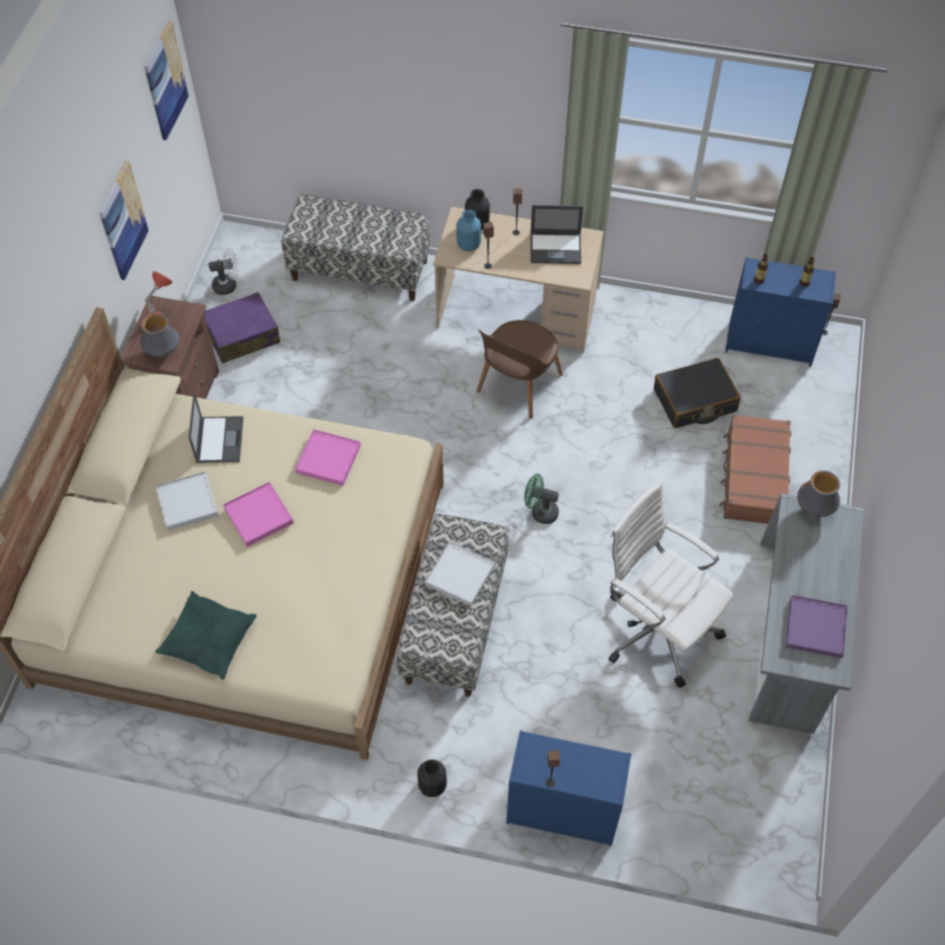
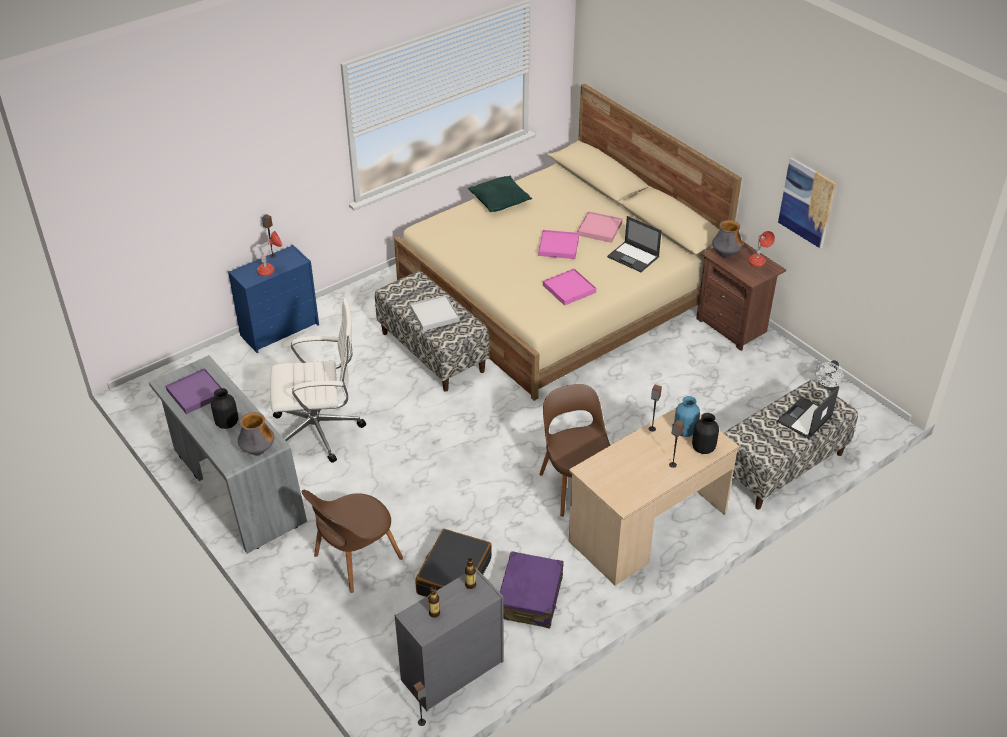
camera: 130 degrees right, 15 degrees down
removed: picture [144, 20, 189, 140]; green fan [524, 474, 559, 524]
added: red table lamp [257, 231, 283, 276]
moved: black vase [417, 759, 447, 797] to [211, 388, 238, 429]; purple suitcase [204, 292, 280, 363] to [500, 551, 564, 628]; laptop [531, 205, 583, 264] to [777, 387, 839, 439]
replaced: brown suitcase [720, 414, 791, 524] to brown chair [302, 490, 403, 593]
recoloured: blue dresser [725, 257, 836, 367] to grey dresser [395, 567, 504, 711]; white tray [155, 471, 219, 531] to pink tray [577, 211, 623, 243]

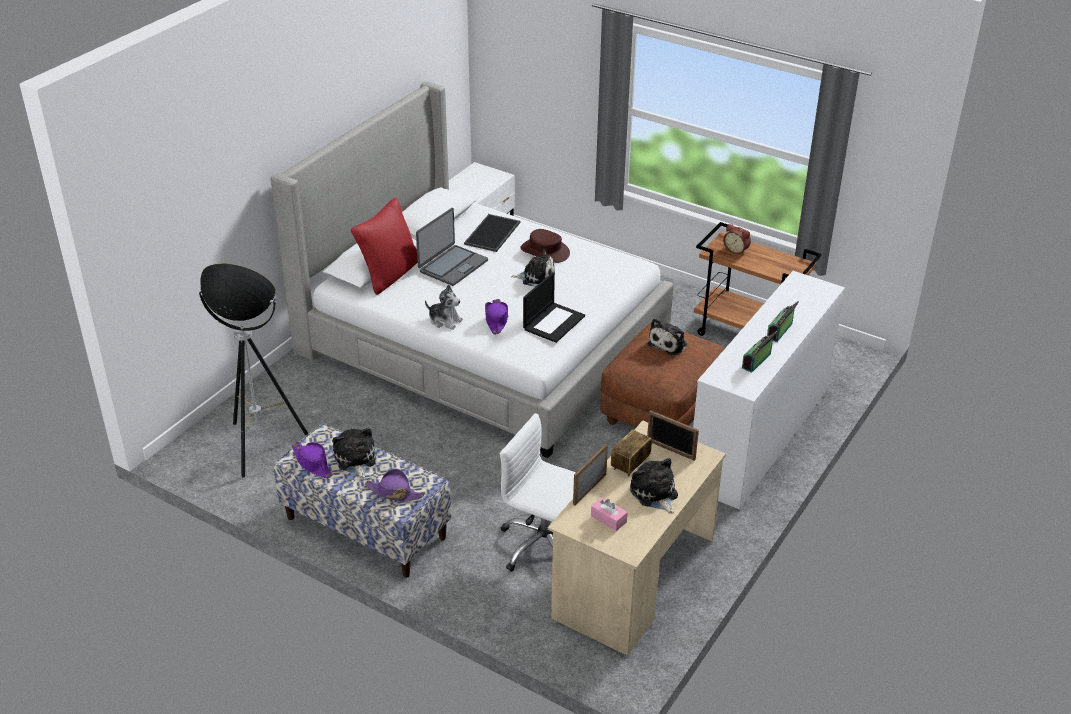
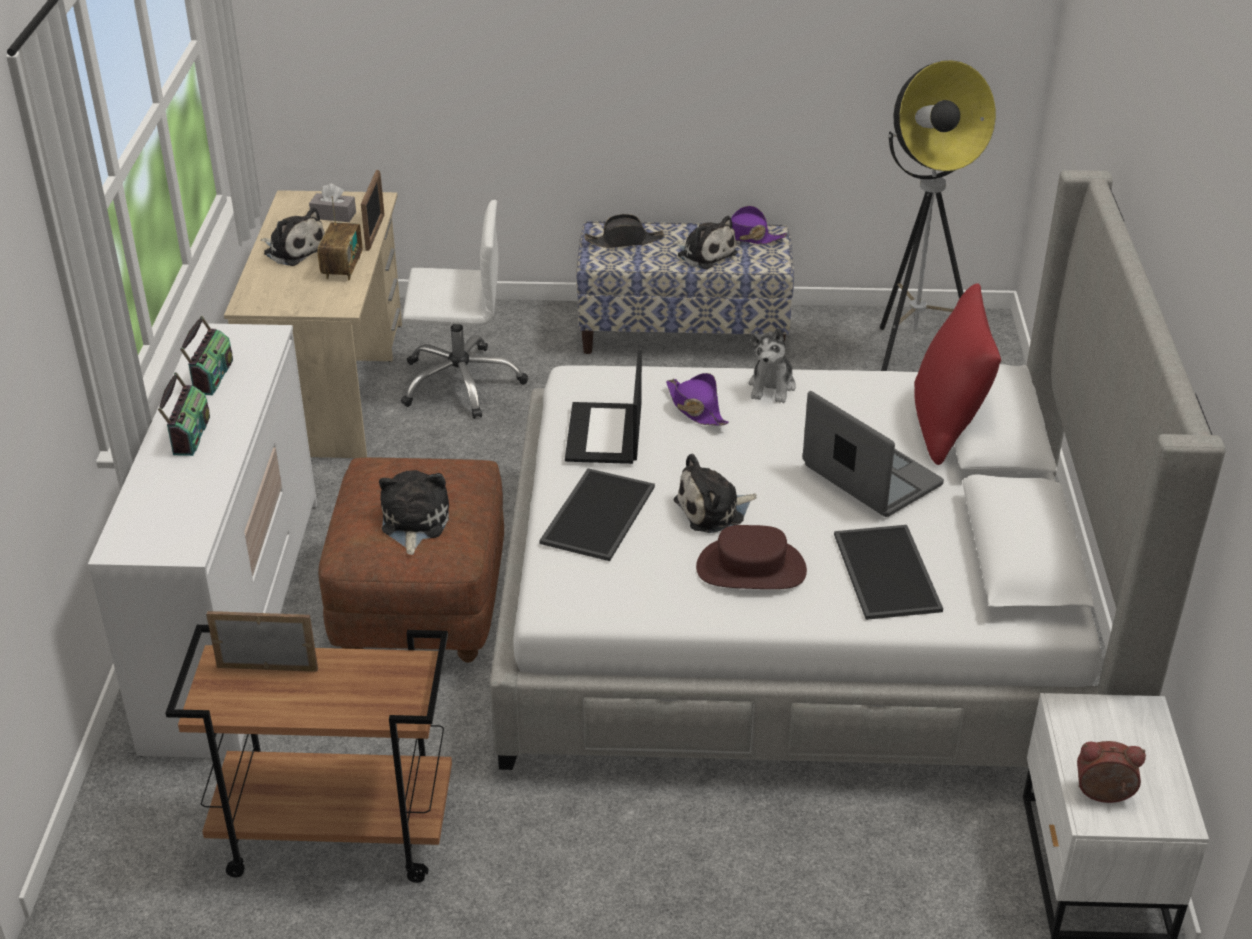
camera: 150 degrees right, 0 degrees up
added: tray [539, 468, 655, 561]
moved: picture frame [647, 410, 699, 461] to [206, 611, 318, 672]; alarm clock [723, 224, 751, 255] to [1077, 741, 1146, 803]
recoloured: pink tissue box [591, 497, 628, 531] to grey tissue box [309, 183, 356, 222]; purple hat [364, 469, 425, 502] to black hat [584, 214, 664, 248]
turned: plush toy [425, 284, 463, 330] = [749, 328, 796, 403] 75 degrees counterclockwise; laptop [416, 208, 488, 286] = [803, 391, 944, 517] 135 degrees clockwise

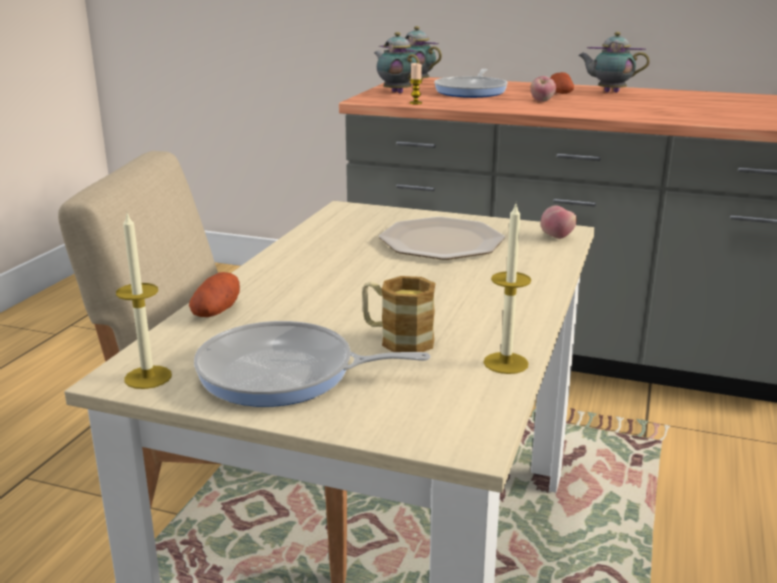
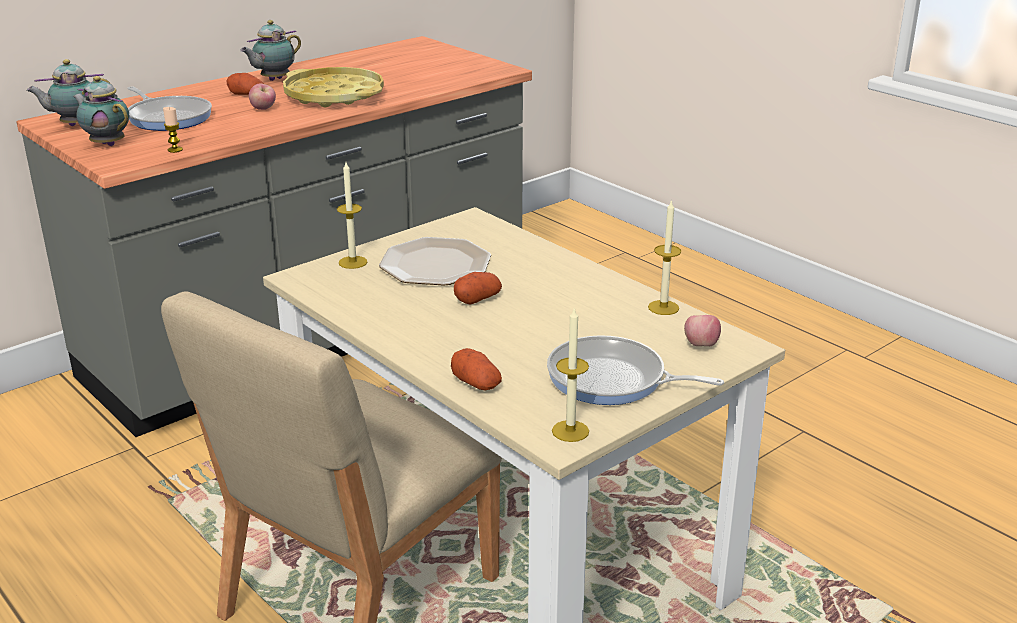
camera: 60 degrees left, 5 degrees up
removed: mug [362, 276, 436, 352]
added: yellow tray [283, 67, 384, 108]; candle [337, 162, 367, 269]; potato [454, 272, 502, 305]
moved: apple [541, 206, 577, 239] to [684, 315, 721, 346]
turned: teapot [374, 32, 420, 93] = [73, 76, 129, 146] 45 degrees clockwise; frying pan [194, 321, 431, 407] = [547, 335, 724, 405] 75 degrees clockwise

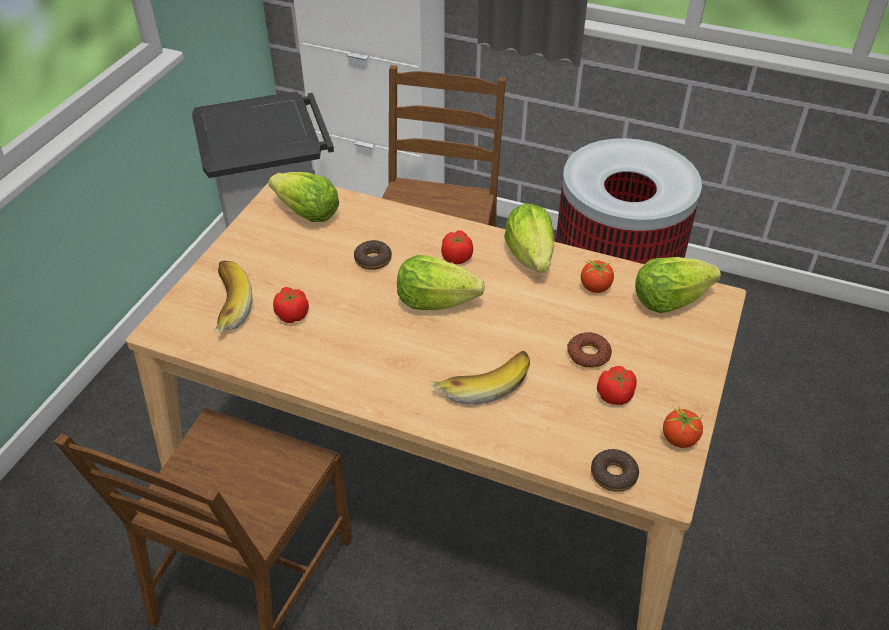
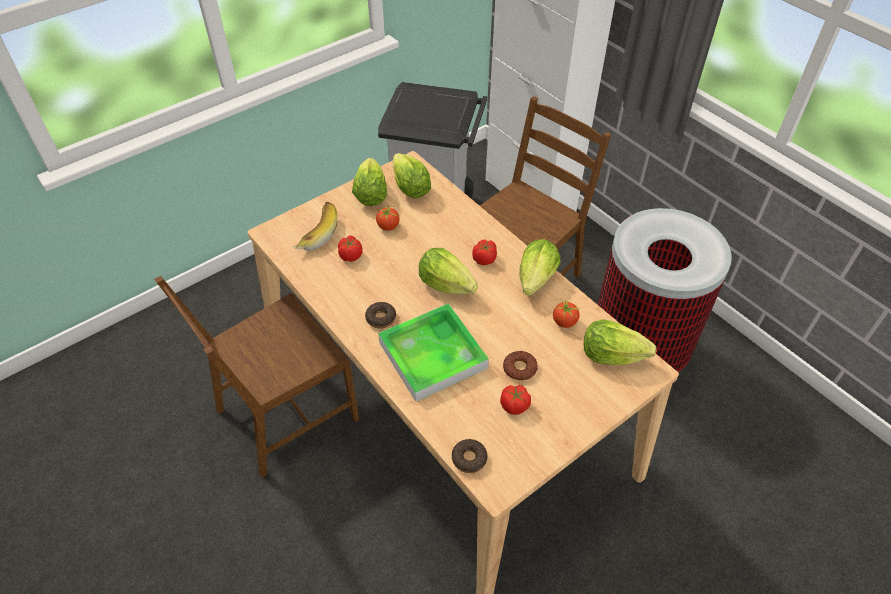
camera: 30 degrees right, 5 degrees up
added: lettuce [352, 158, 387, 206]
moved: donut [354, 240, 392, 270] to [365, 302, 396, 329]; tomato [663, 405, 703, 448] to [376, 206, 400, 231]
replaced: banana [430, 350, 530, 405] to tray [378, 303, 489, 402]

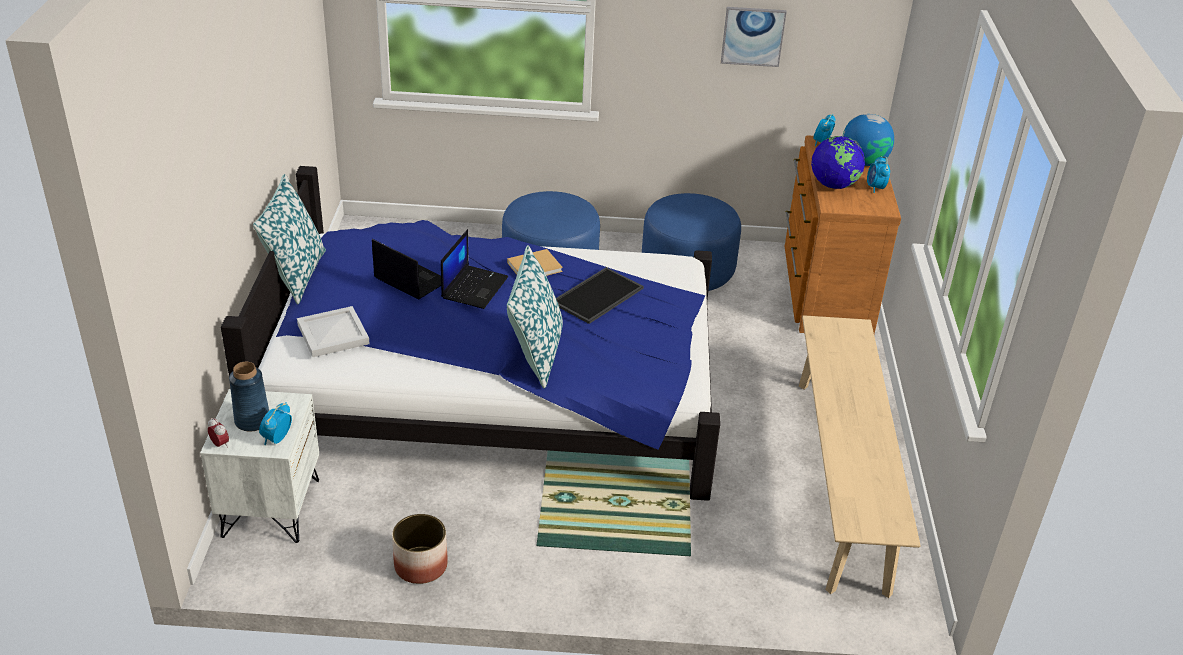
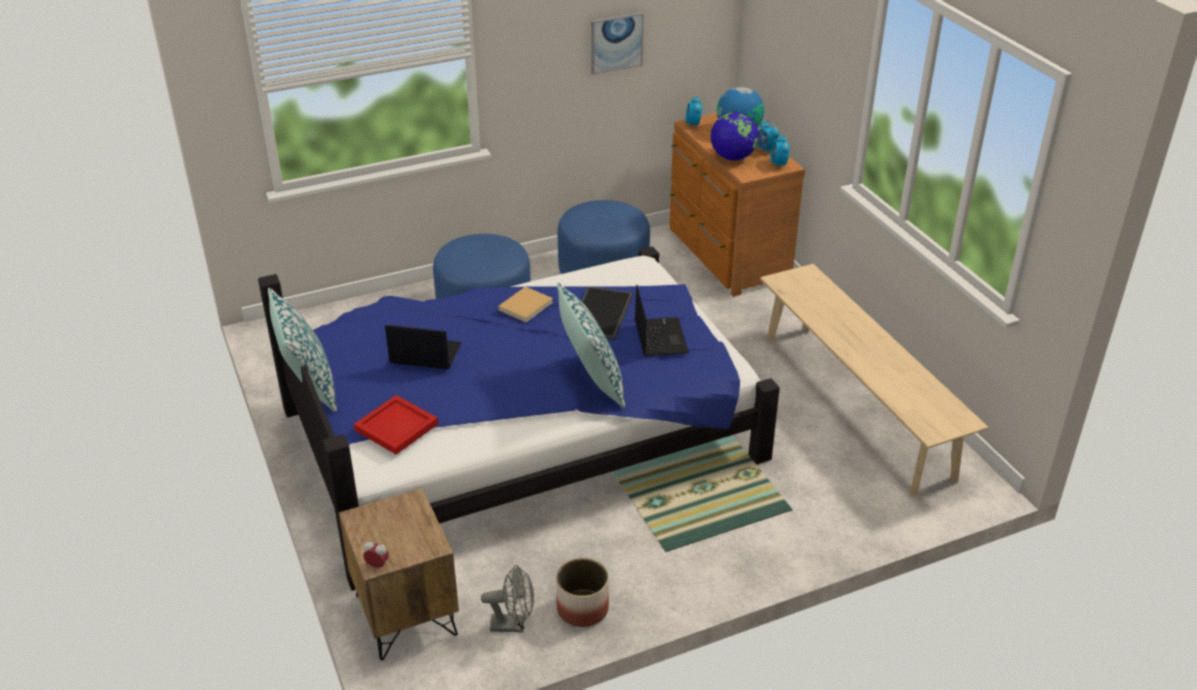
camera: 25 degrees left, 0 degrees up
removed: blue vase [229, 362, 269, 432]
added: grey fan [481, 565, 534, 632]
moved: laptop [441, 229, 508, 309] to [635, 285, 689, 356]; alarm clock [259, 402, 292, 445] to [770, 135, 790, 169]
recoloured: white nightstand [200, 389, 319, 543] to brown nightstand [339, 488, 459, 660]; white tray [297, 306, 370, 357] to red tray [354, 395, 438, 455]

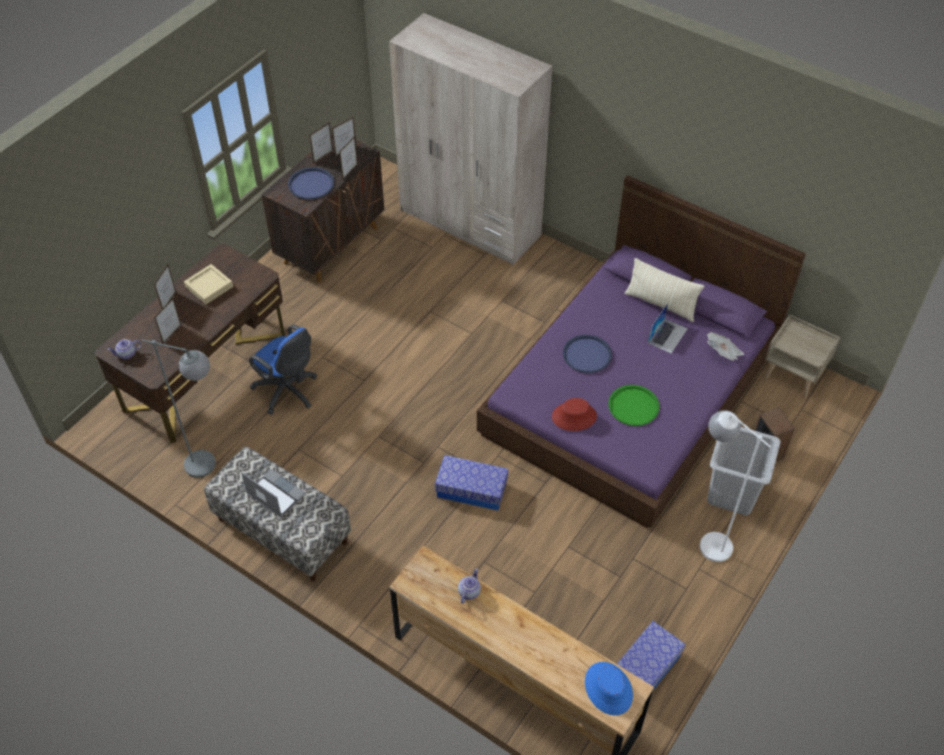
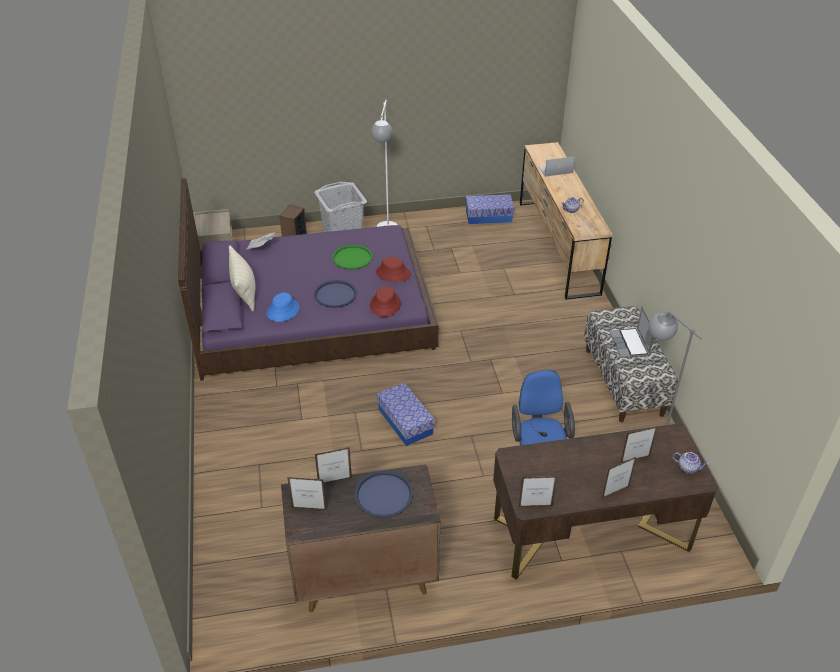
camera: 135 degrees left, 10 degrees down
removed: beige tray [184, 264, 233, 304]; beige wardrobe [389, 13, 553, 265]
added: red hat [370, 286, 401, 317]
moved: blue hat [585, 662, 633, 715] to [267, 293, 300, 322]; storage box [435, 455, 509, 511] to [377, 382, 435, 446]; picture frame [309, 122, 333, 164] to [519, 476, 557, 507]; laptop [648, 303, 688, 353] to [538, 156, 575, 177]

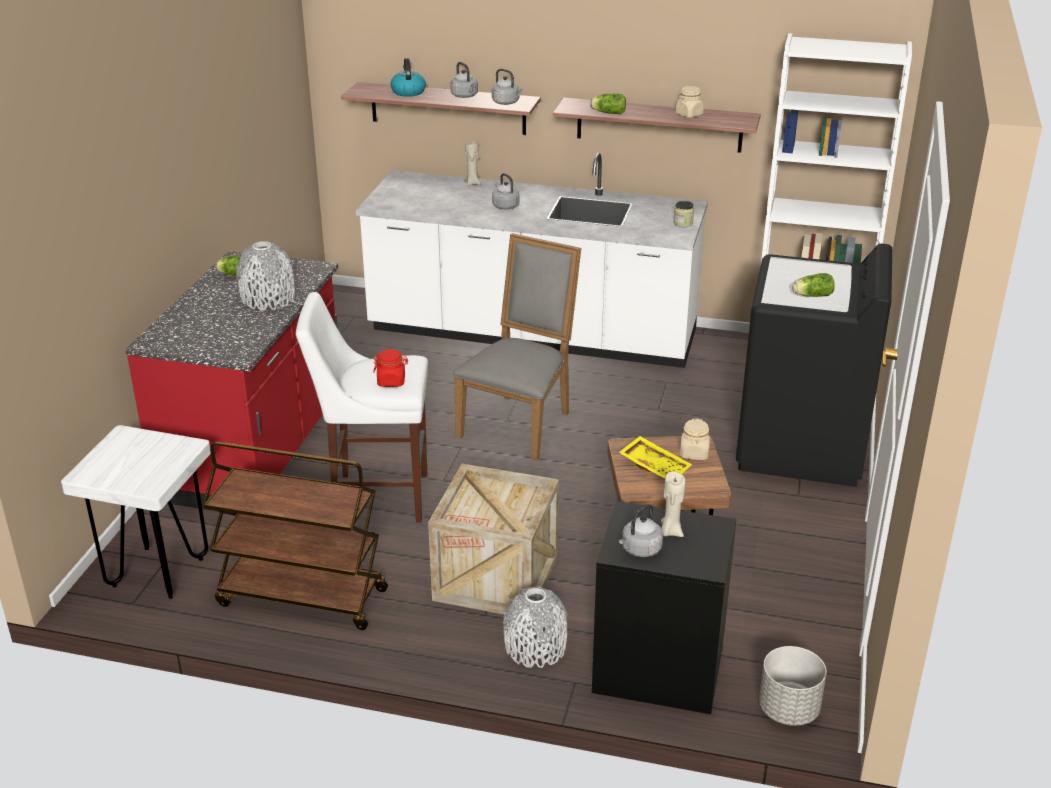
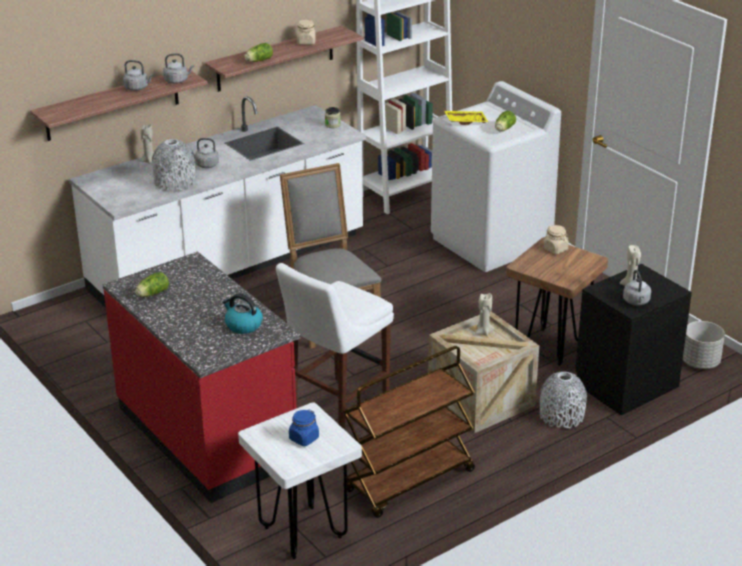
camera: 50 degrees left, 0 degrees up
removed: red jar [373, 349, 408, 387]
added: blue jar [289, 409, 319, 446]; beige candle [475, 293, 494, 336]
moved: grey vase [236, 241, 295, 311] to [152, 139, 195, 191]; kettle [390, 58, 426, 97] to [222, 294, 263, 334]; yellow tray [619, 436, 692, 479] to [444, 111, 488, 125]
recoloured: black washing machine [736, 244, 892, 487] to white washing machine [431, 81, 561, 272]

